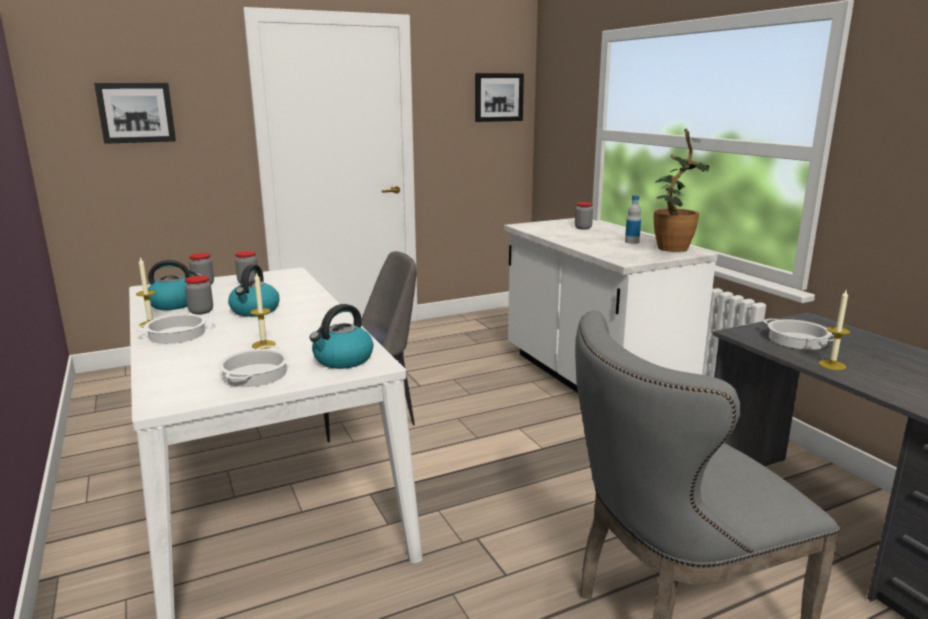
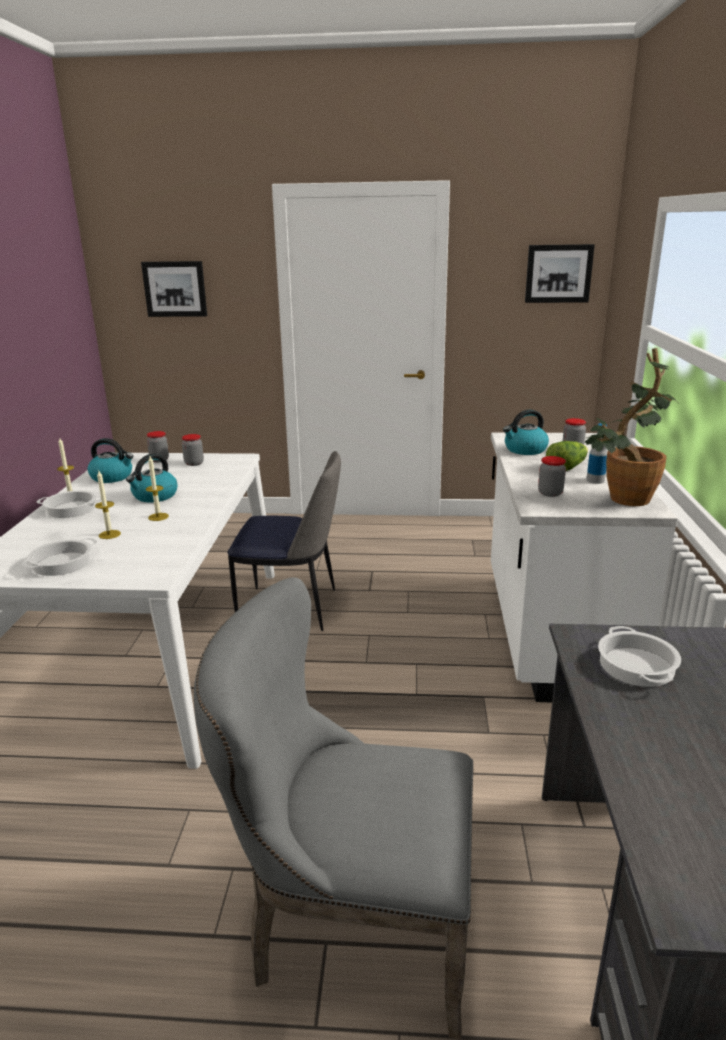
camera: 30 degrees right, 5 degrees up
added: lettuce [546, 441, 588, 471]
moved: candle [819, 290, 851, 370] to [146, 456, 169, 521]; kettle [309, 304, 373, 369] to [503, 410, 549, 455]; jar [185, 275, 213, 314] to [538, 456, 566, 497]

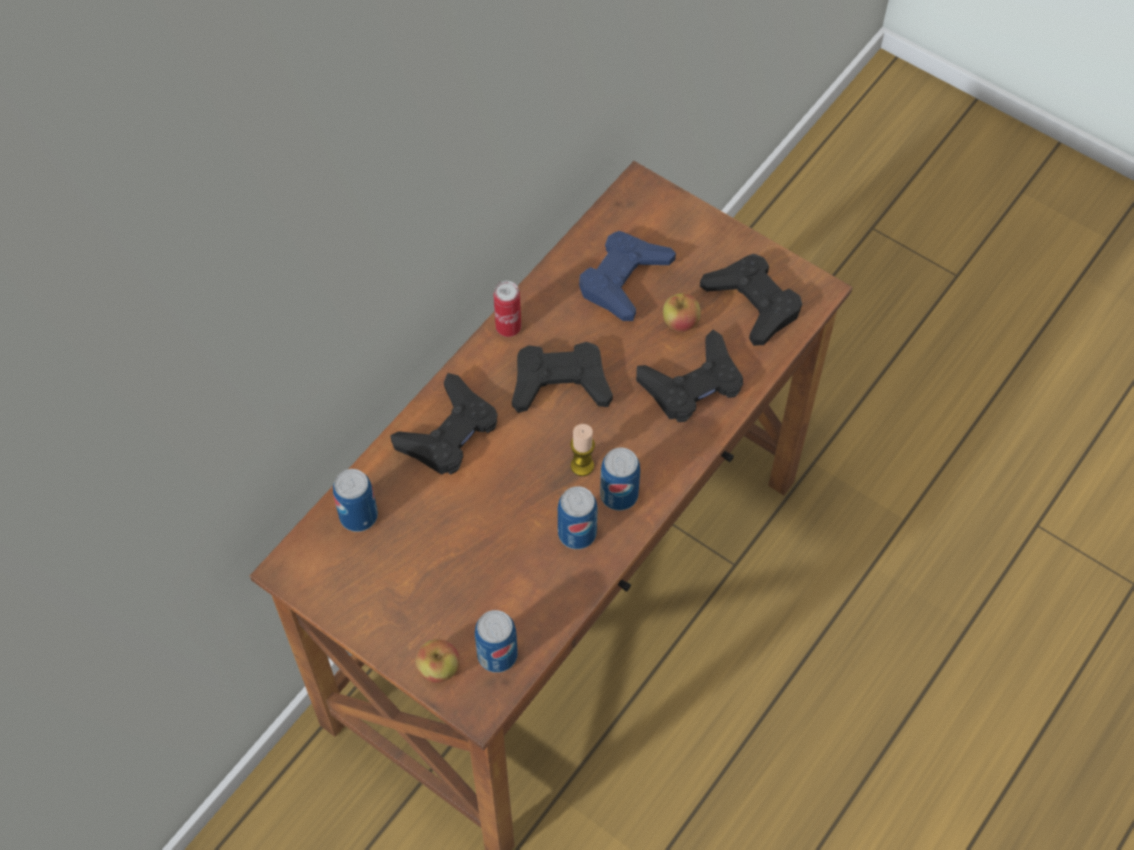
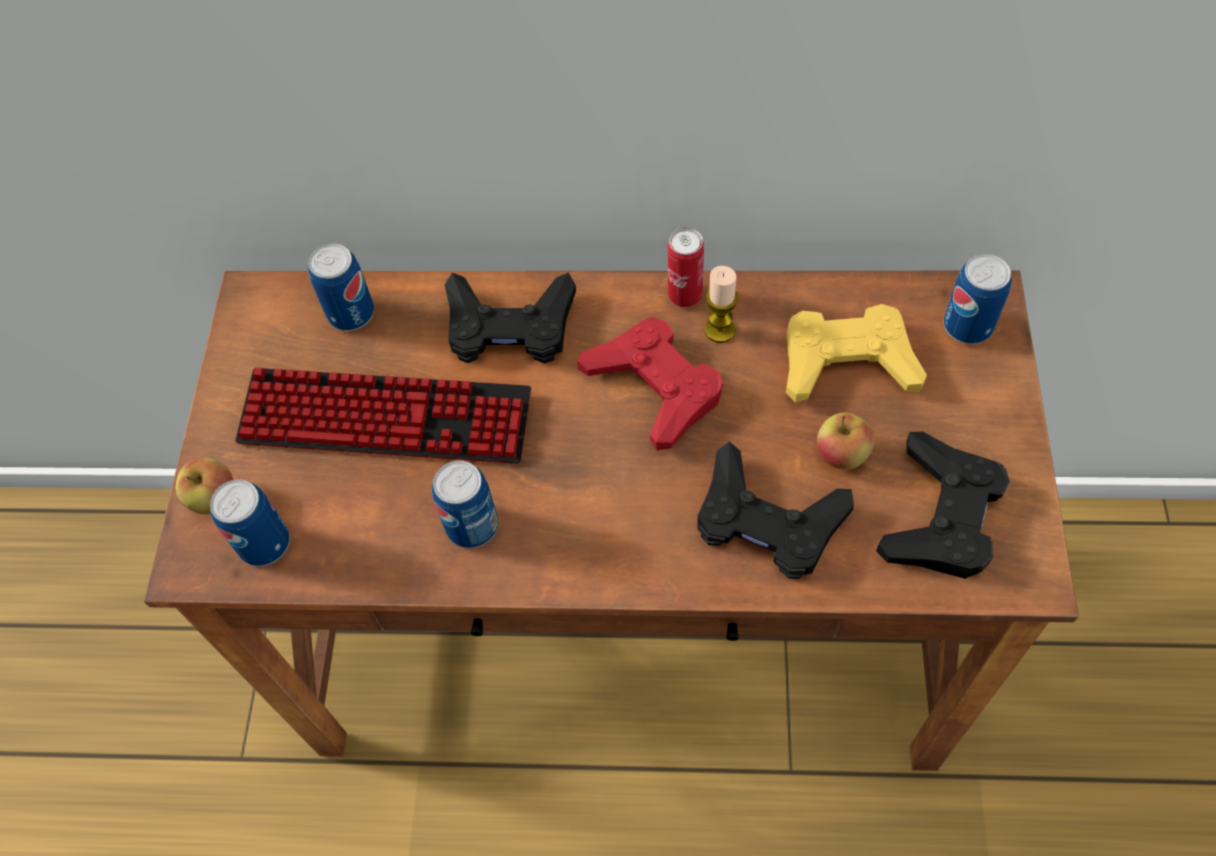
camera: 60 degrees right, 0 degrees up
added: keyboard [235, 367, 531, 464]
moved: candle [570, 424, 595, 476] to [705, 266, 738, 343]; can [600, 448, 640, 511] to [943, 254, 1012, 344]
recoloured: black game controller [512, 342, 613, 413] to red game controller [577, 317, 723, 450]; blue game controller [579, 231, 676, 321] to yellow game controller [786, 304, 927, 403]

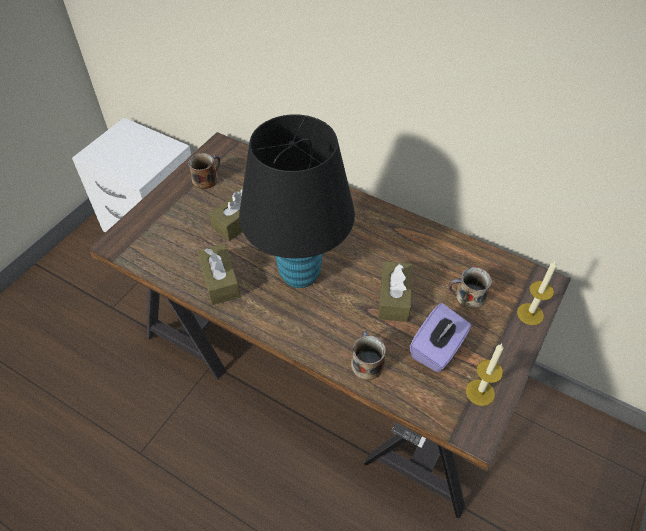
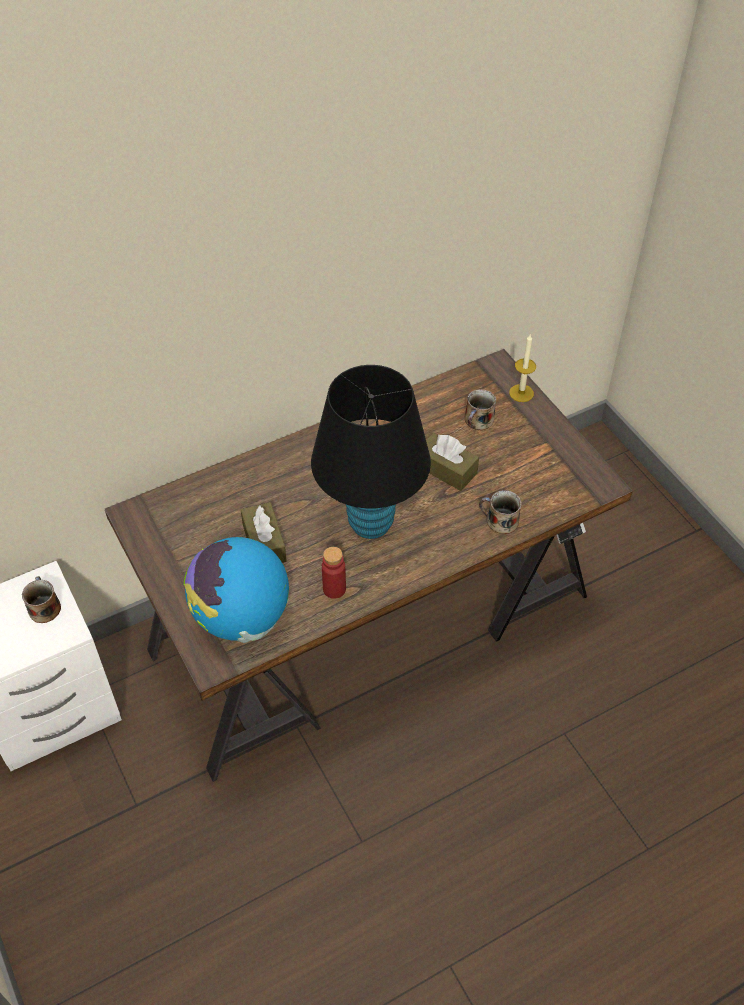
camera: 60 degrees left, 0 degrees up
removed: purple tissue box [410, 303, 471, 373]; candle [466, 344, 503, 406]
added: globe [184, 537, 289, 643]
moved: mug [188, 153, 220, 189] to [22, 576, 61, 623]
replaced: brown tissue box [197, 244, 240, 305] to red bottle [322, 547, 346, 599]

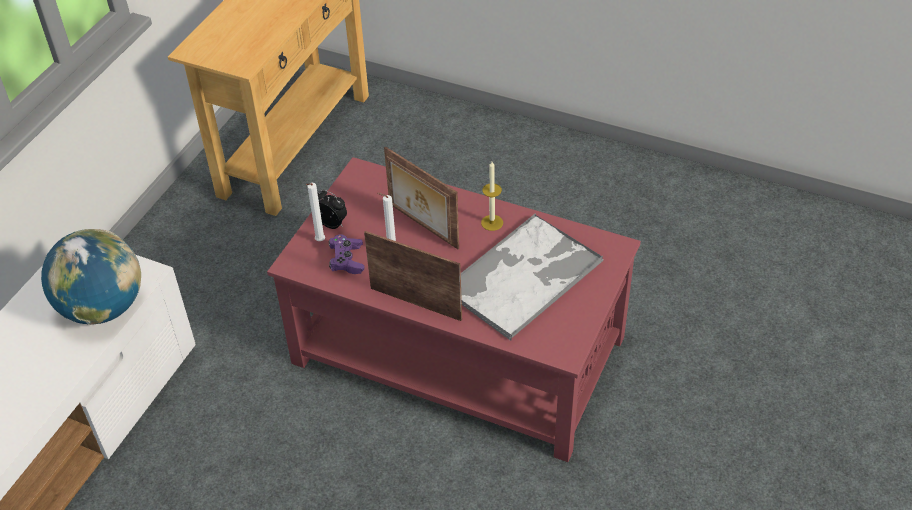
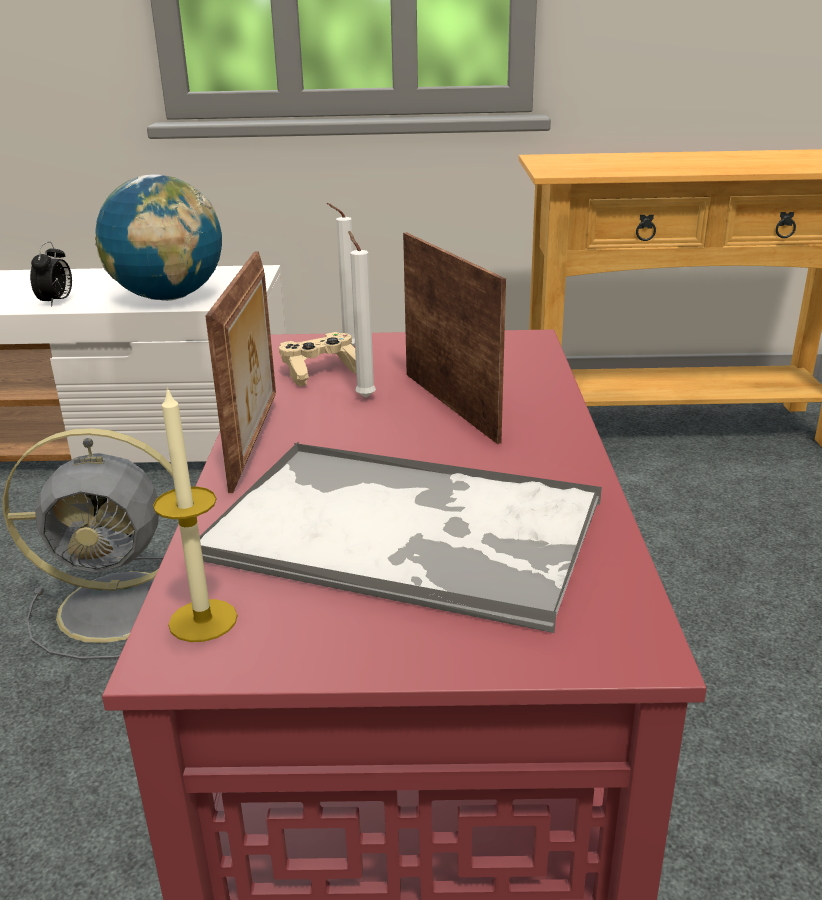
camera: 65 degrees right, 20 degrees down
added: grey fan [3, 428, 173, 660]
moved: alarm clock [318, 189, 347, 229] to [30, 242, 72, 307]; candle [481, 162, 503, 231] to [153, 386, 238, 642]
recoloured: purple game controller [328, 234, 364, 274] to beige game controller [279, 332, 356, 387]
turned: picture frame [384, 146, 459, 249] = [403, 232, 506, 444] 135 degrees clockwise

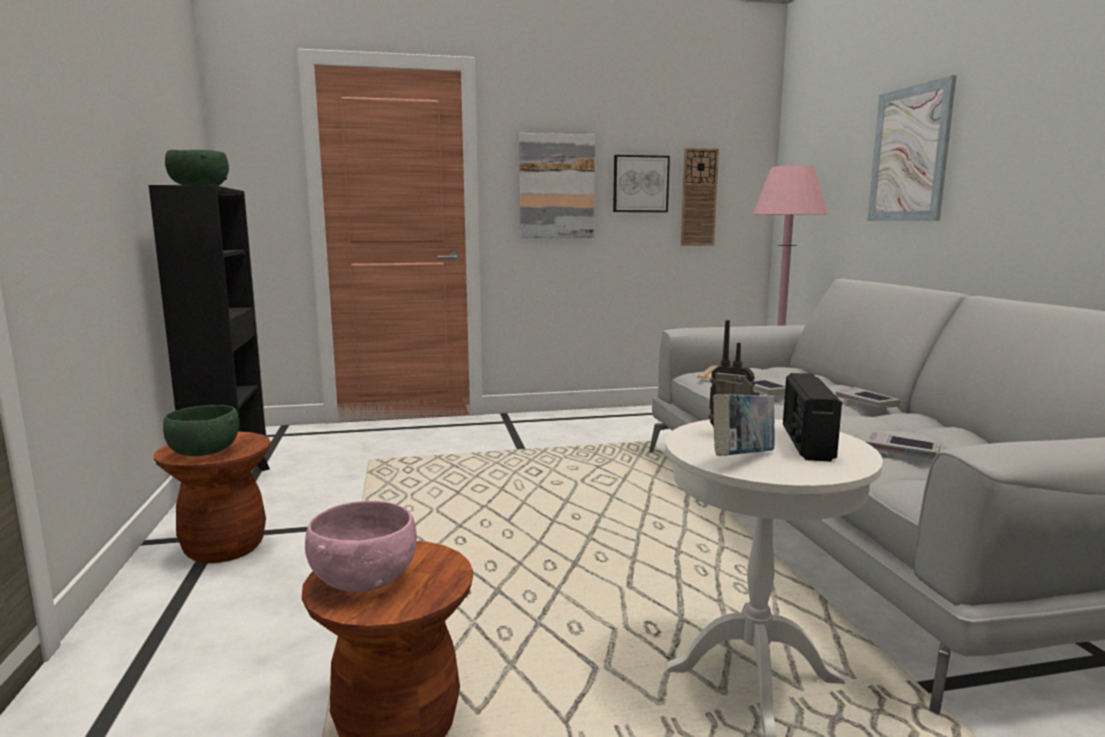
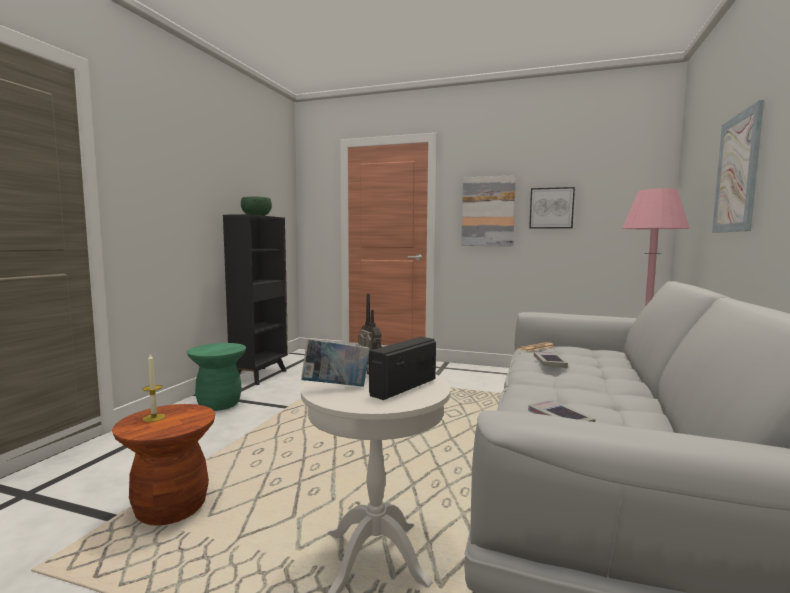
camera: 30 degrees right, 5 degrees down
removed: green bowl [163, 405, 239, 456]; wall clock [681, 148, 719, 246]; book [835, 387, 900, 408]
replaced: pink bowl [305, 501, 417, 592] to candle [142, 354, 166, 422]
recoloured: brown stool [154, 432, 271, 563] to green stool [187, 343, 246, 411]

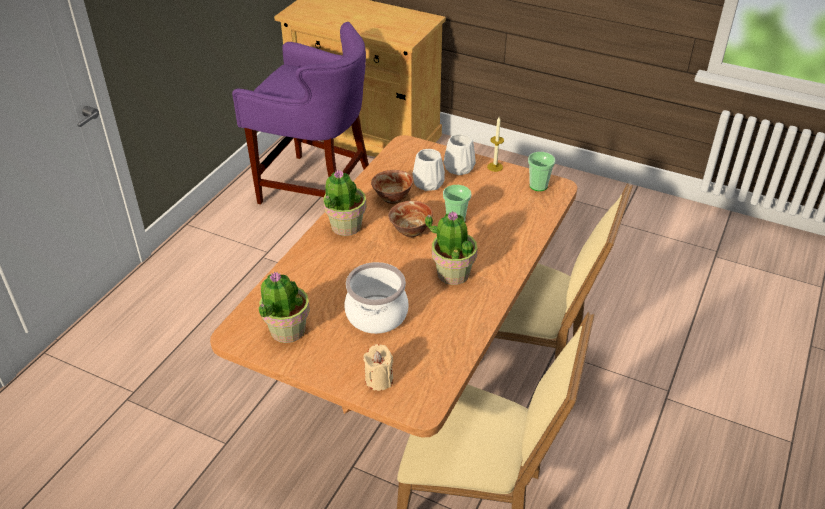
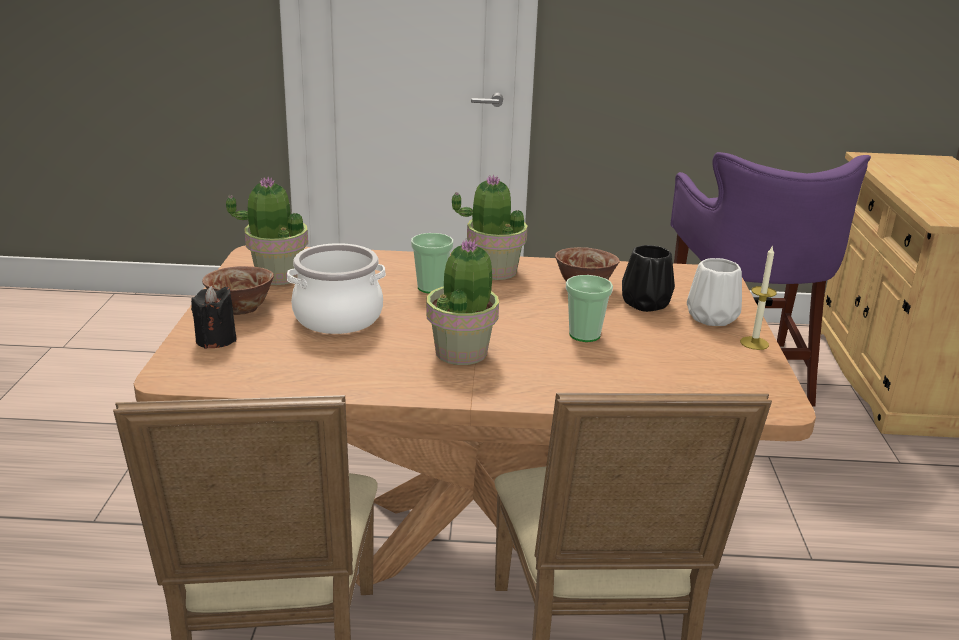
camera: 65 degrees right, 15 degrees down
moved: bowl [388, 201, 433, 237] to [202, 266, 274, 315]; cup [528, 152, 555, 191] to [411, 233, 453, 294]
recoloured: beige candle [363, 344, 393, 391] to black candle [191, 286, 237, 349]; white vase [412, 149, 445, 191] to black vase [622, 245, 675, 312]

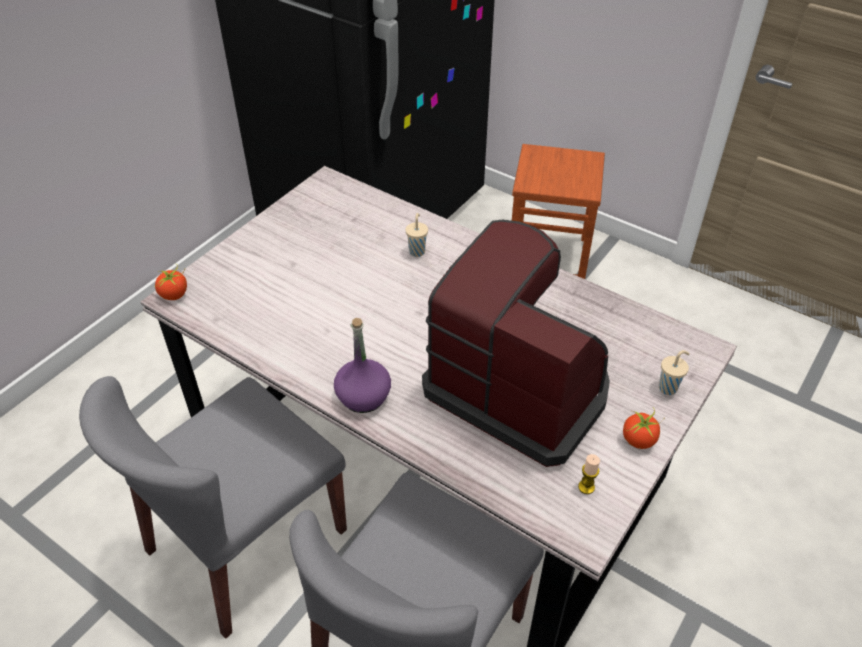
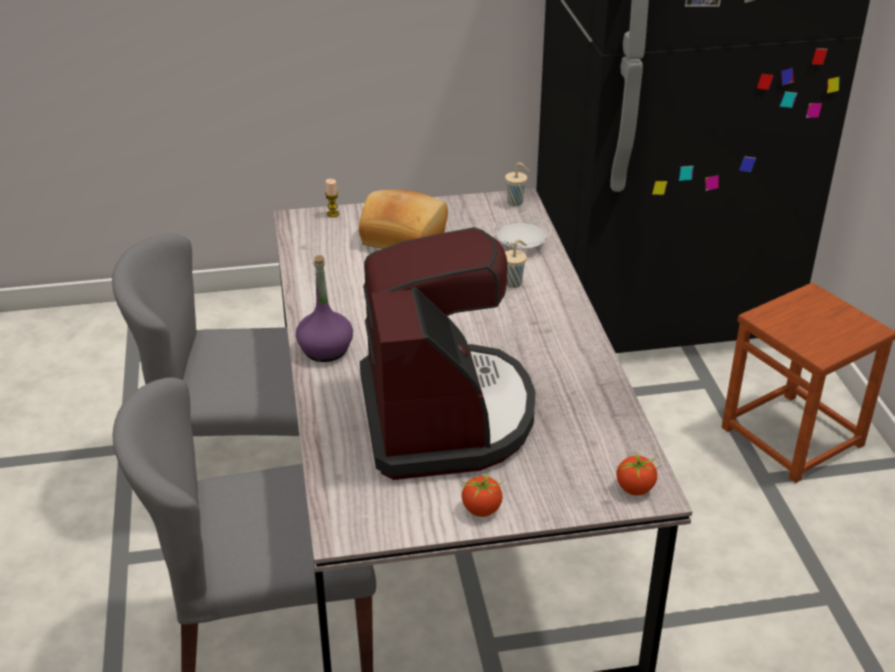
camera: 45 degrees right, 10 degrees down
added: bread [359, 190, 448, 249]; white plate [493, 215, 551, 249]
moved: candle [578, 454, 600, 494] to [325, 179, 339, 217]; beige cup [659, 350, 690, 395] to [505, 163, 530, 206]; tomato [154, 266, 187, 300] to [616, 451, 662, 496]

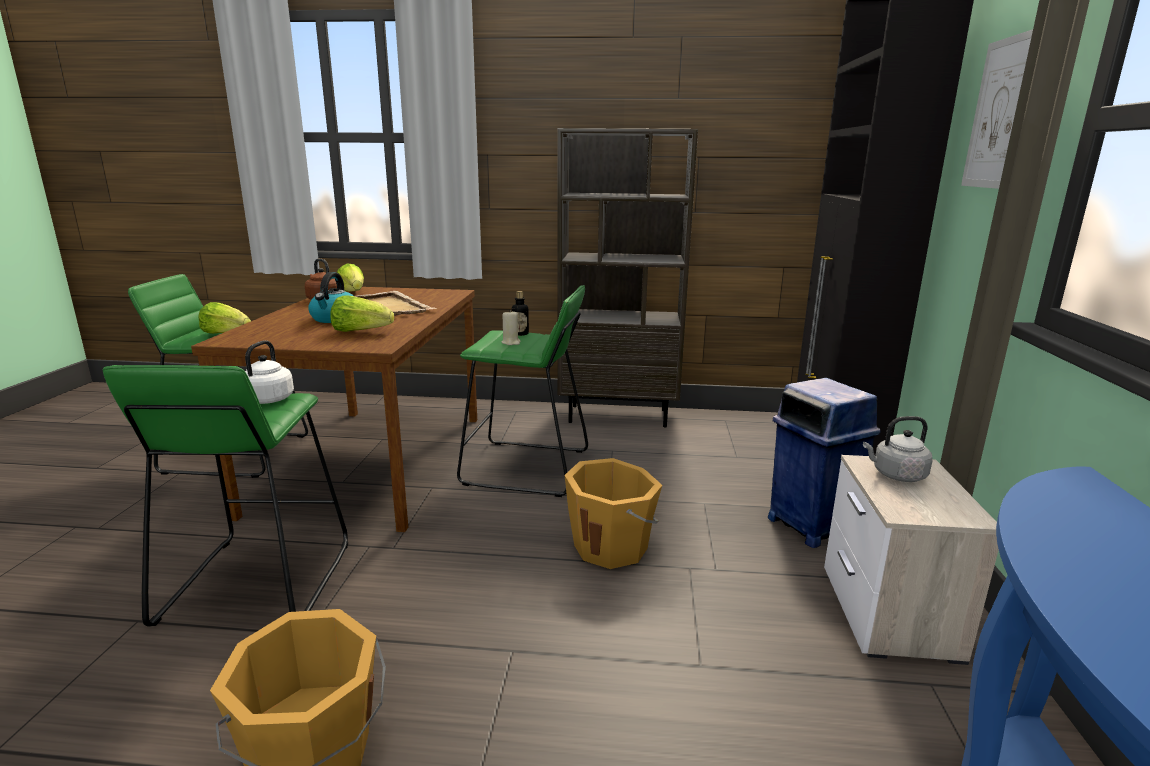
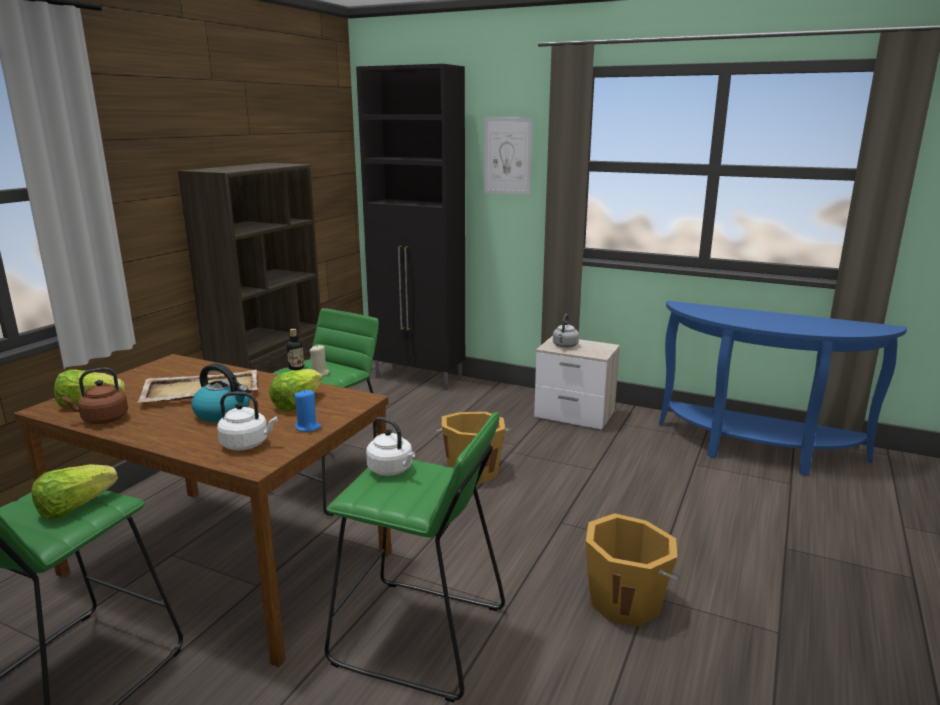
camera: 70 degrees left, 0 degrees up
removed: blue trash can [768, 378, 881, 548]
added: white kettle [217, 392, 277, 451]; blue candle [295, 389, 321, 432]

